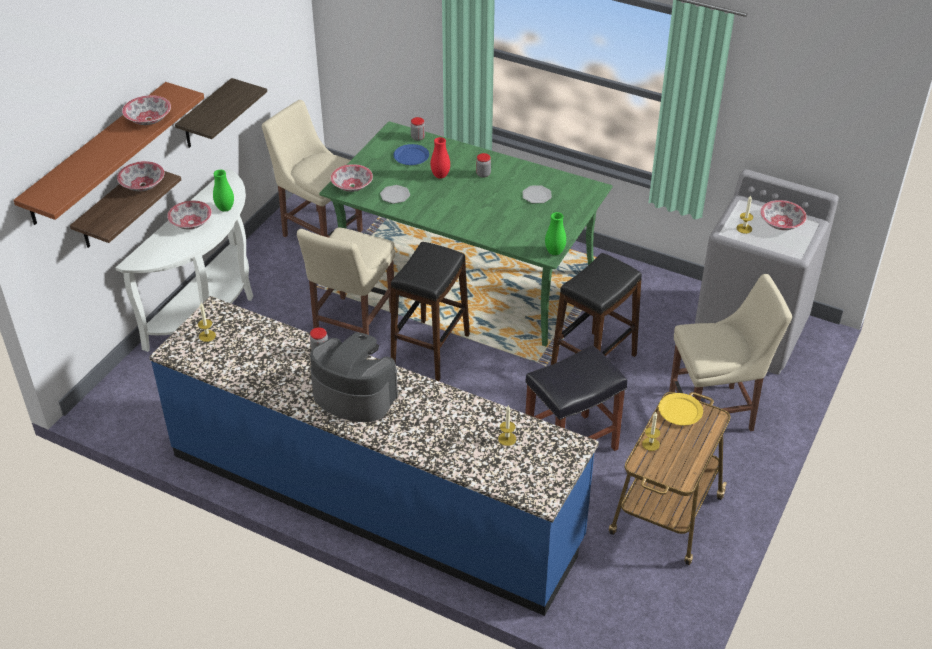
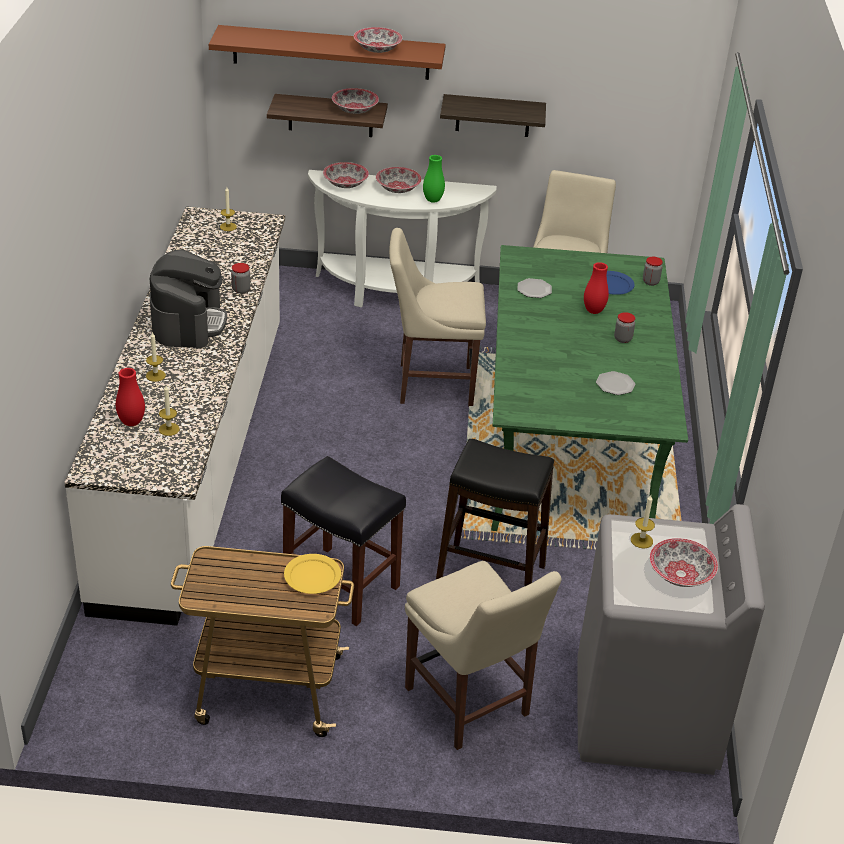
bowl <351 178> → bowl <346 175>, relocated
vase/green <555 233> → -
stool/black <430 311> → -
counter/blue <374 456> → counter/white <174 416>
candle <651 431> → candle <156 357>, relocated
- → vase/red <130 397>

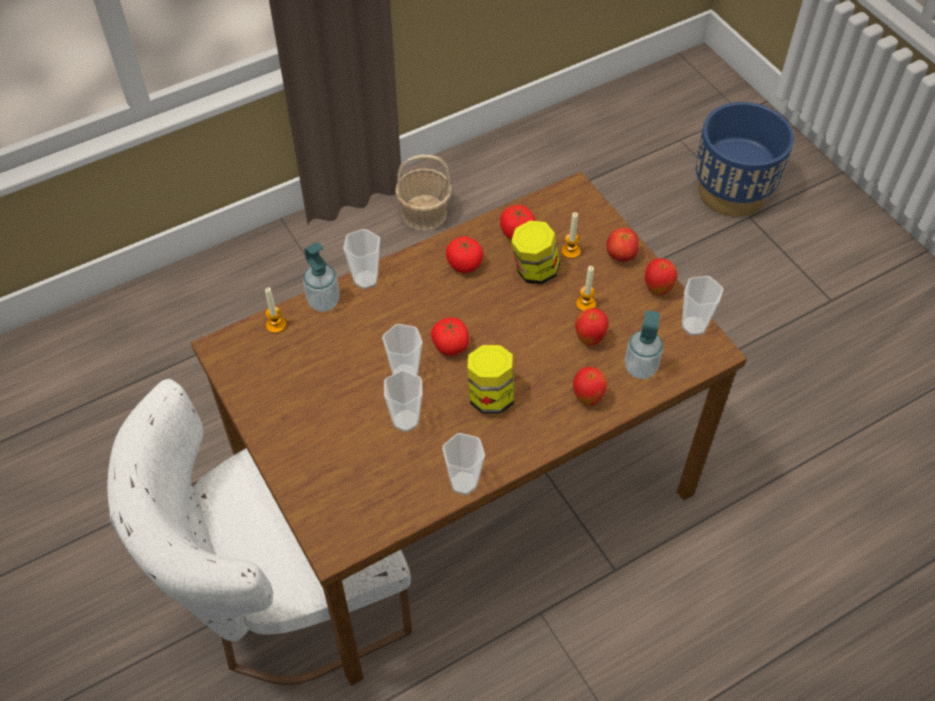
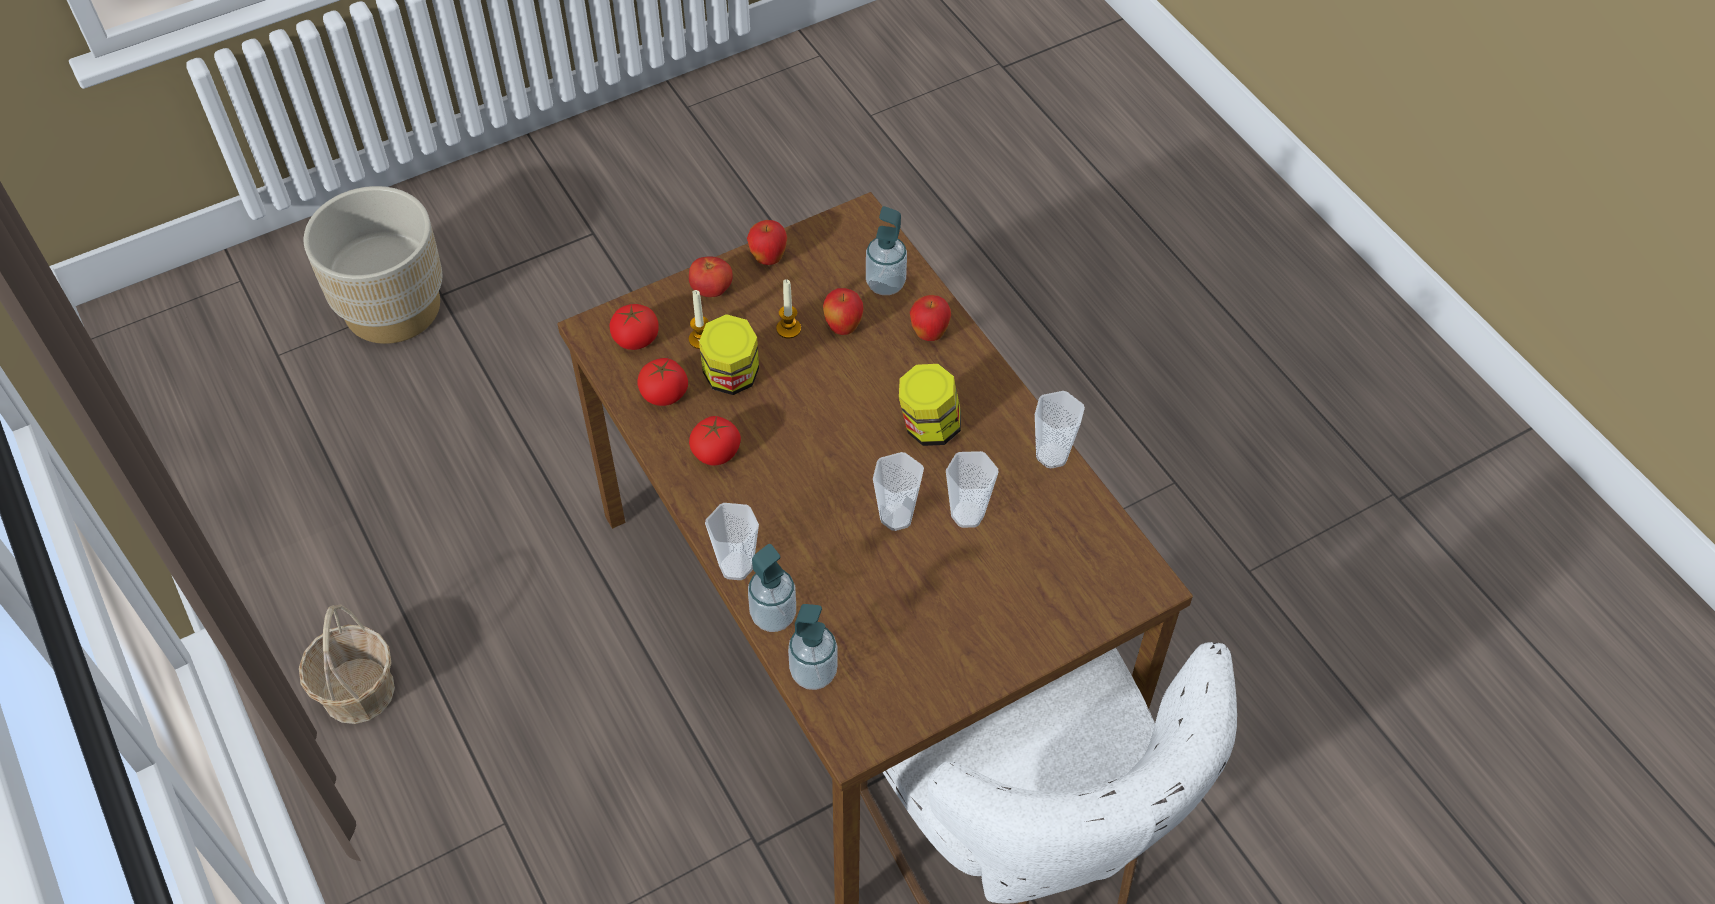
planter/blue <745 159> → planter/beige <373 265>
cup <703 306> → -
candle <275 310> → soap dispenser <813 647>
tomato <450 336> → tomato <634 327>, relocated

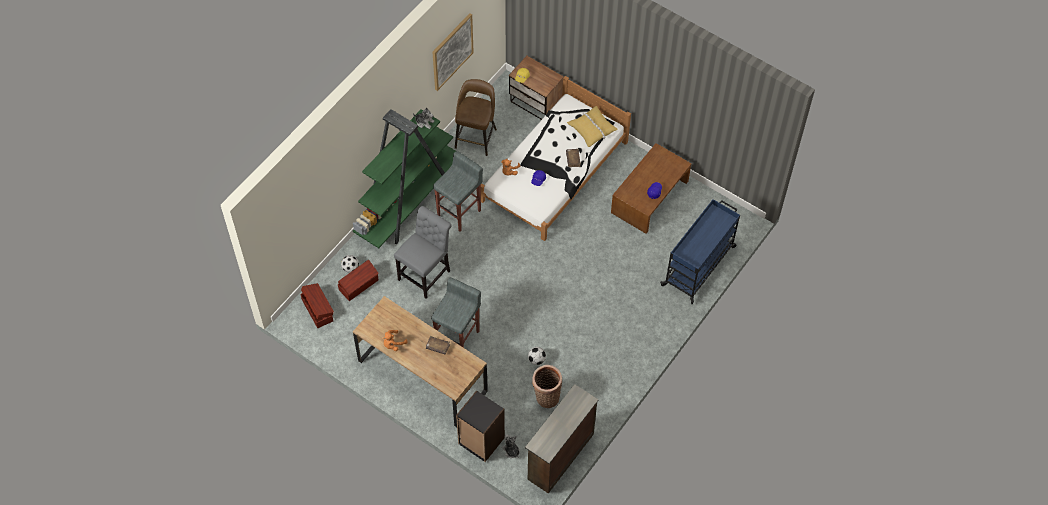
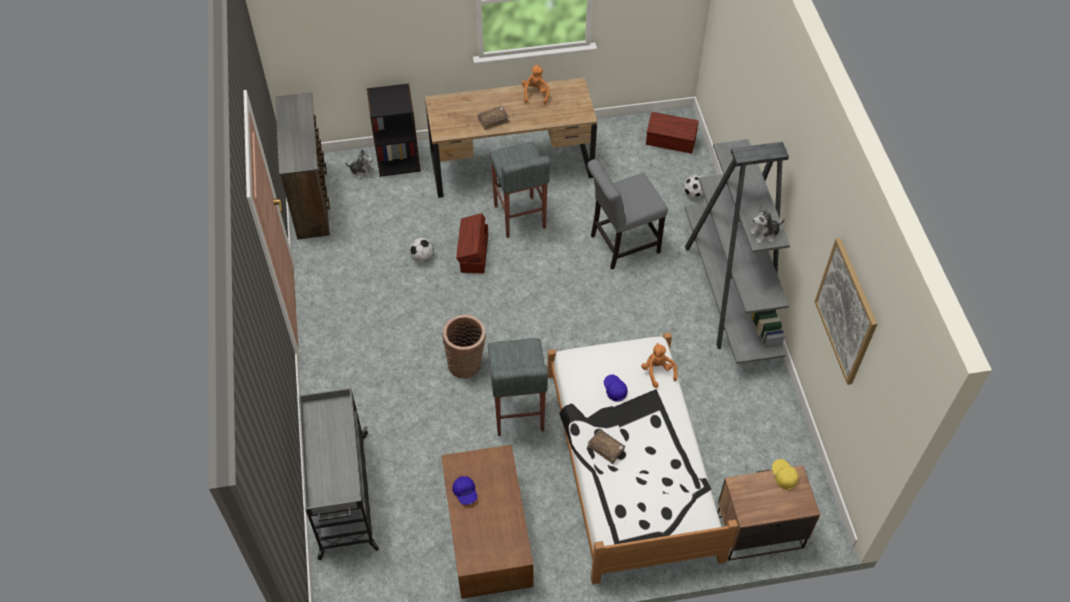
stool/brown <476 117> → -
pillow/yellow <592 126> → -
bookcase/green <404 178> → bookcase/grey <737 251>
stool/grey <458 191> → stool/grey <518 387>, relocated
cart/blue <700 251> → cart/grey <339 474>
chair/grey <423 252> → chair/grey <627 214>, 75 degrees clockwise
storage box/brown <358 280> → storage box/brown <472 243>, relocated
basket <547 386> → basket <464 347>, relocated

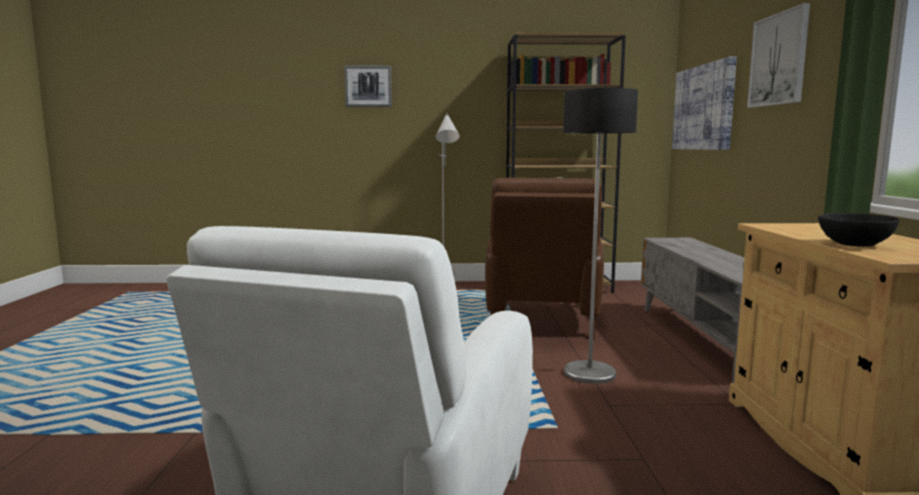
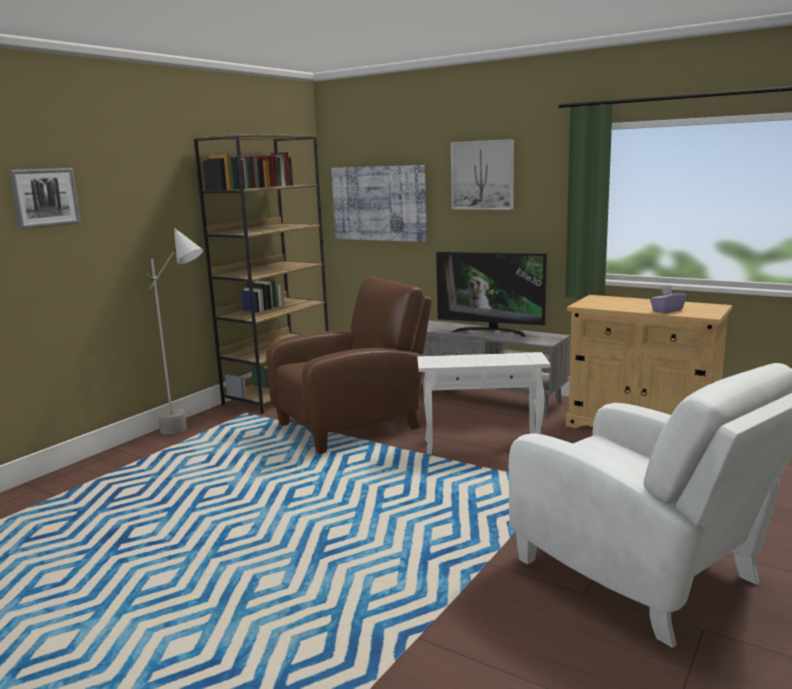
floor lamp <600 236> → side table/white <484 403>
armchair/brown <544 258> → armchair/brown <349 365>, 75 degrees counterclockwise
bowl/black <859 230> → tissue box/purple <668 299>
- → television <491 294>

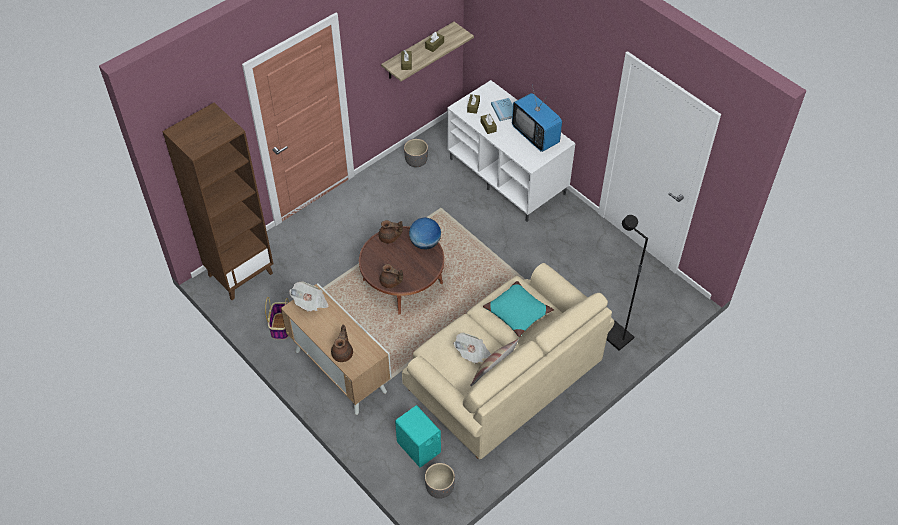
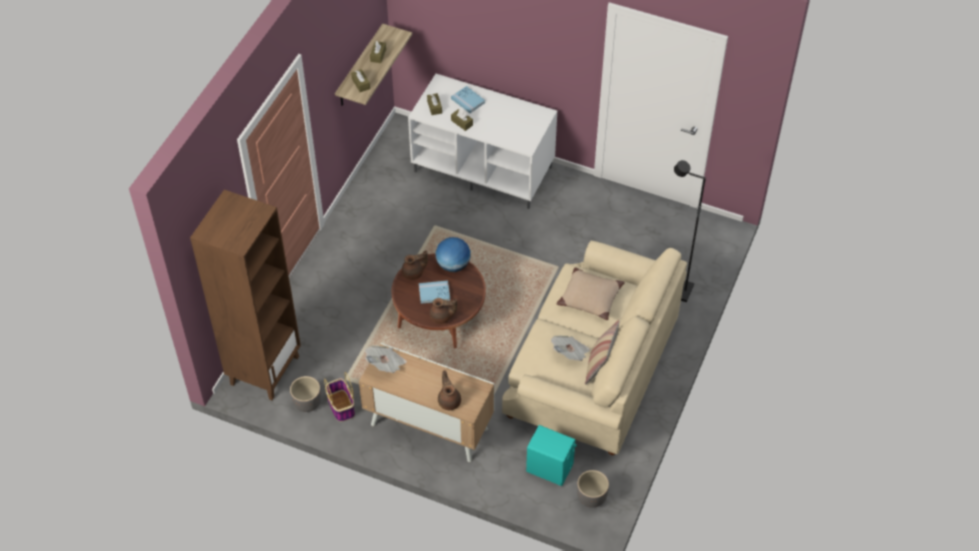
television <537 118> → -
planter/grey <416 153> → planter/grey <305 394>, relocated
pillow/turquoise <518 309> → pillow/beige <590 294>
- → book/blue <434 292>

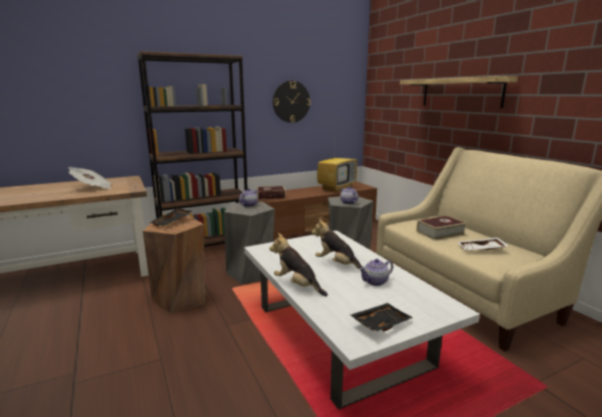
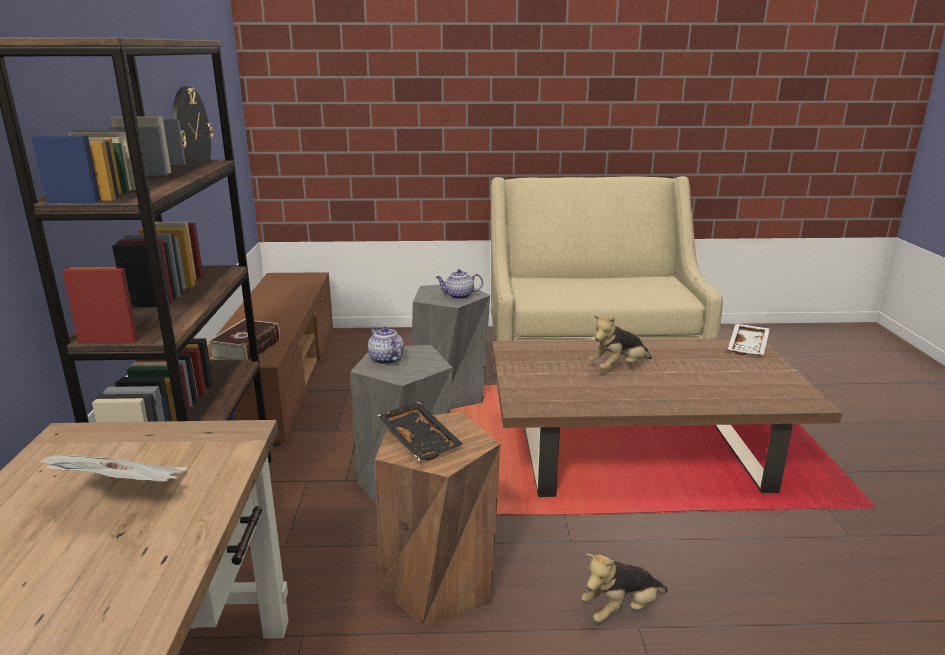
shelf <459 92> → -
television <337 169> → -
book <442 228> → -
coffee table/white <362 320> → coffee table/brown <667 417>
plush toy <298 264> → plush toy <624 588>, relocated
tray/white <483 244> → tray/white <748 339>, relocated
teapot <376 272> → -
tray/black <381 317> → -

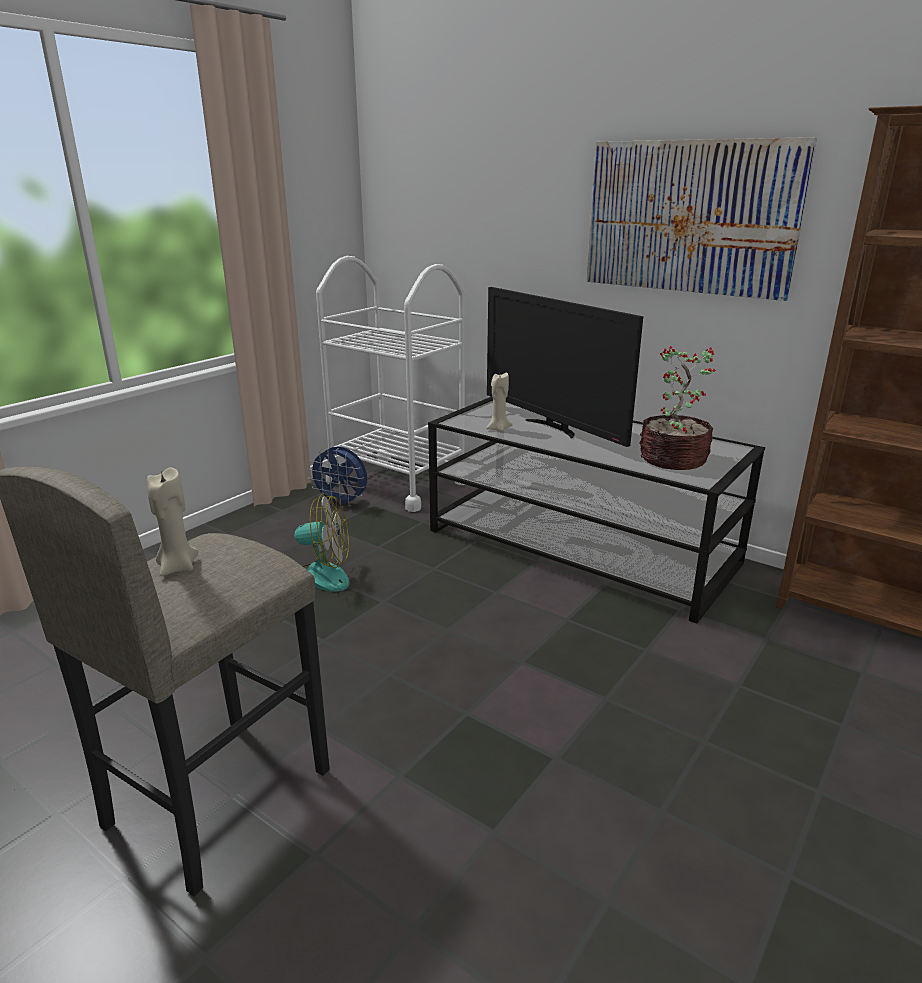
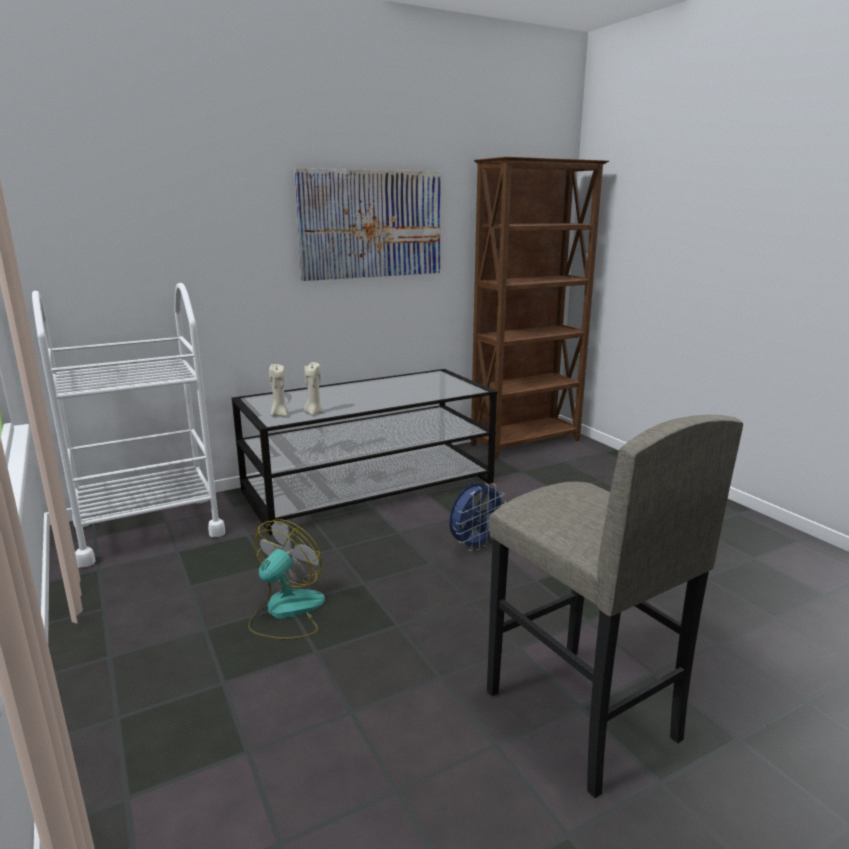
television <565 367> → -
potted plant <677 408> → -
fan/blue <337 477> → fan/blue <477 517>, relocated
candle/beige <173 522> → candle/beige <278 390>, relocated

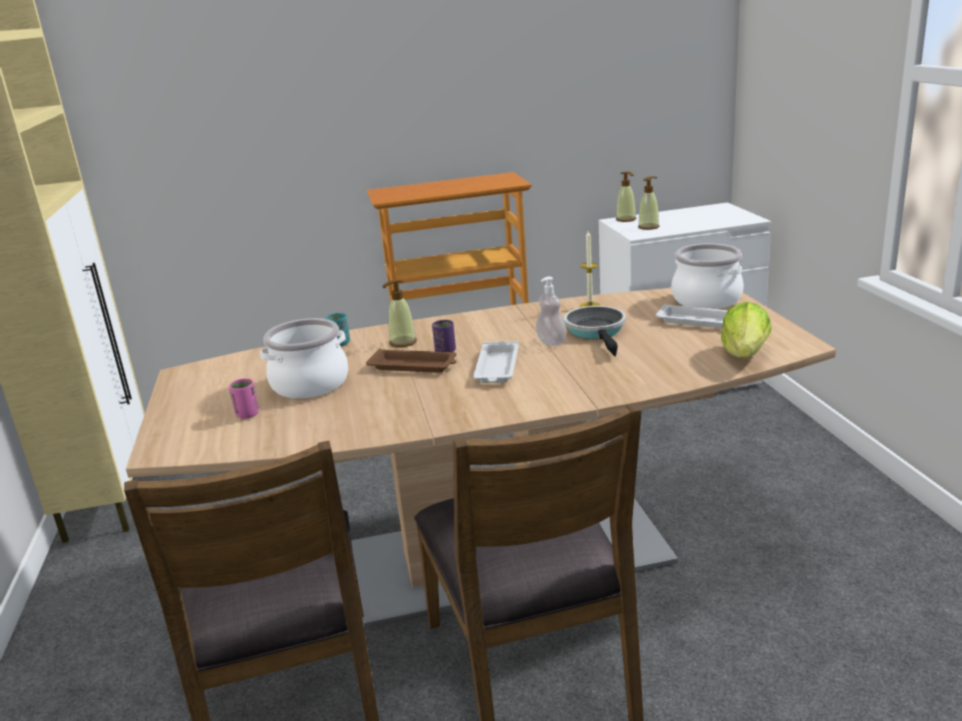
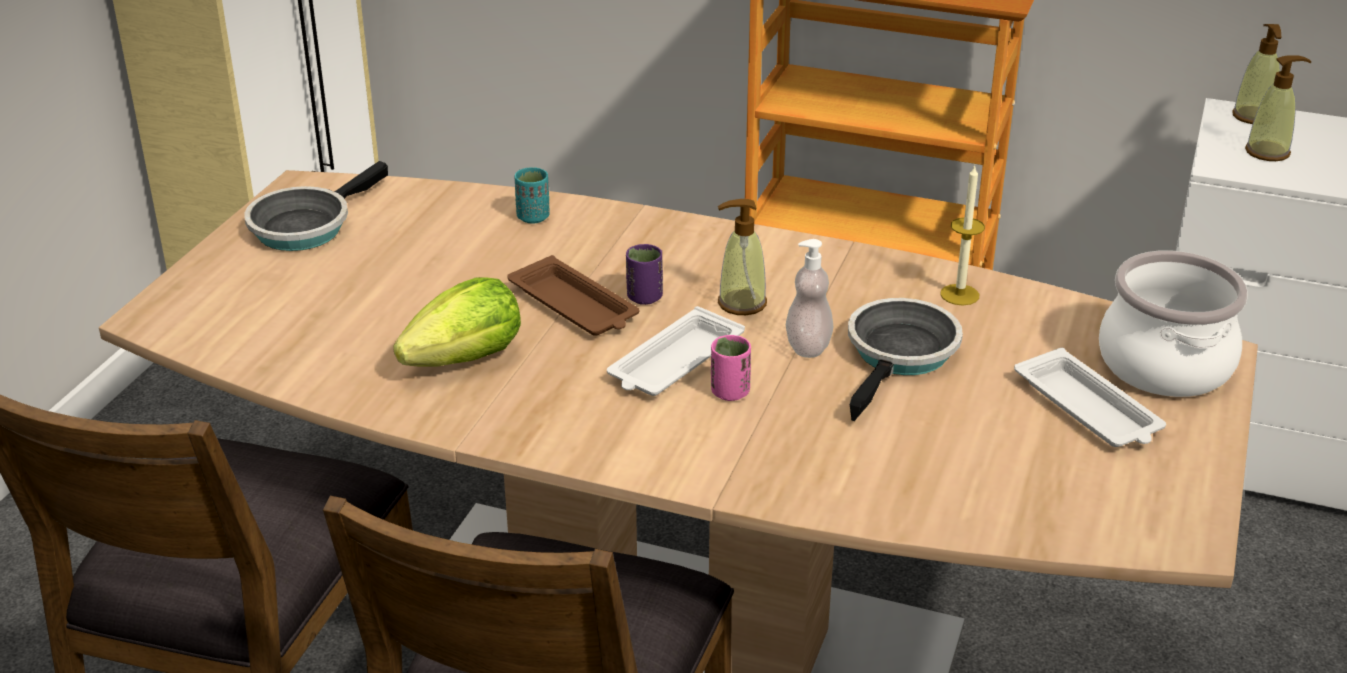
soap dispenser <399 313> → soap dispenser <742 257>, relocated
lettuce <746 330> → lettuce <457 322>, relocated
cooking pot <304 358> → -
cup/pink <244 398> → cup/pink <731 368>, relocated
- → frying pan <316 206>

